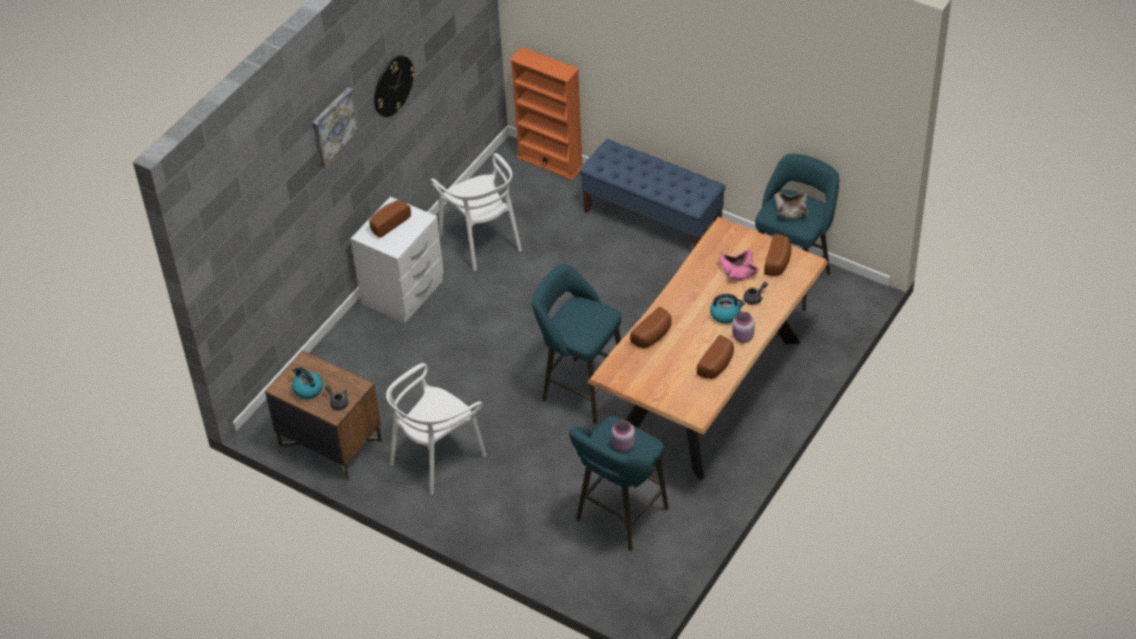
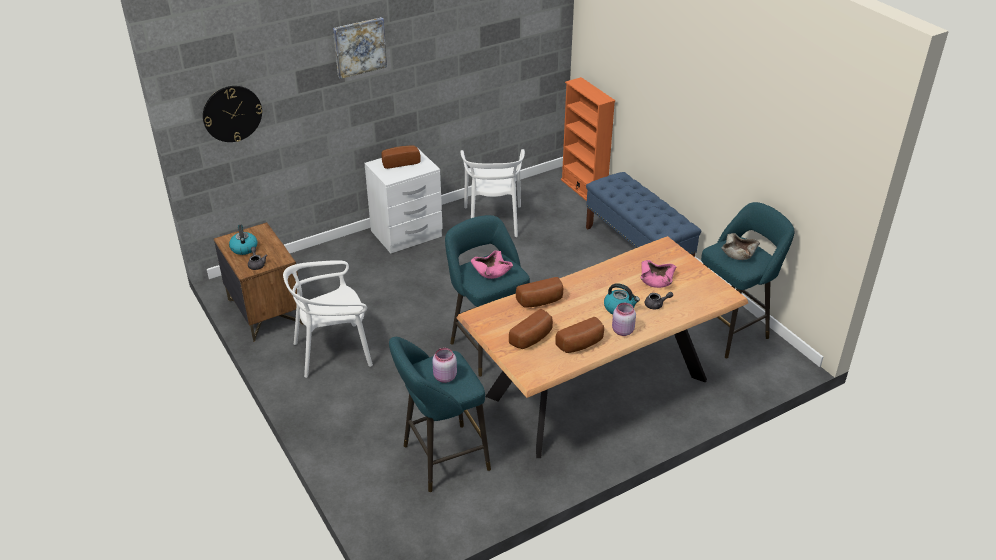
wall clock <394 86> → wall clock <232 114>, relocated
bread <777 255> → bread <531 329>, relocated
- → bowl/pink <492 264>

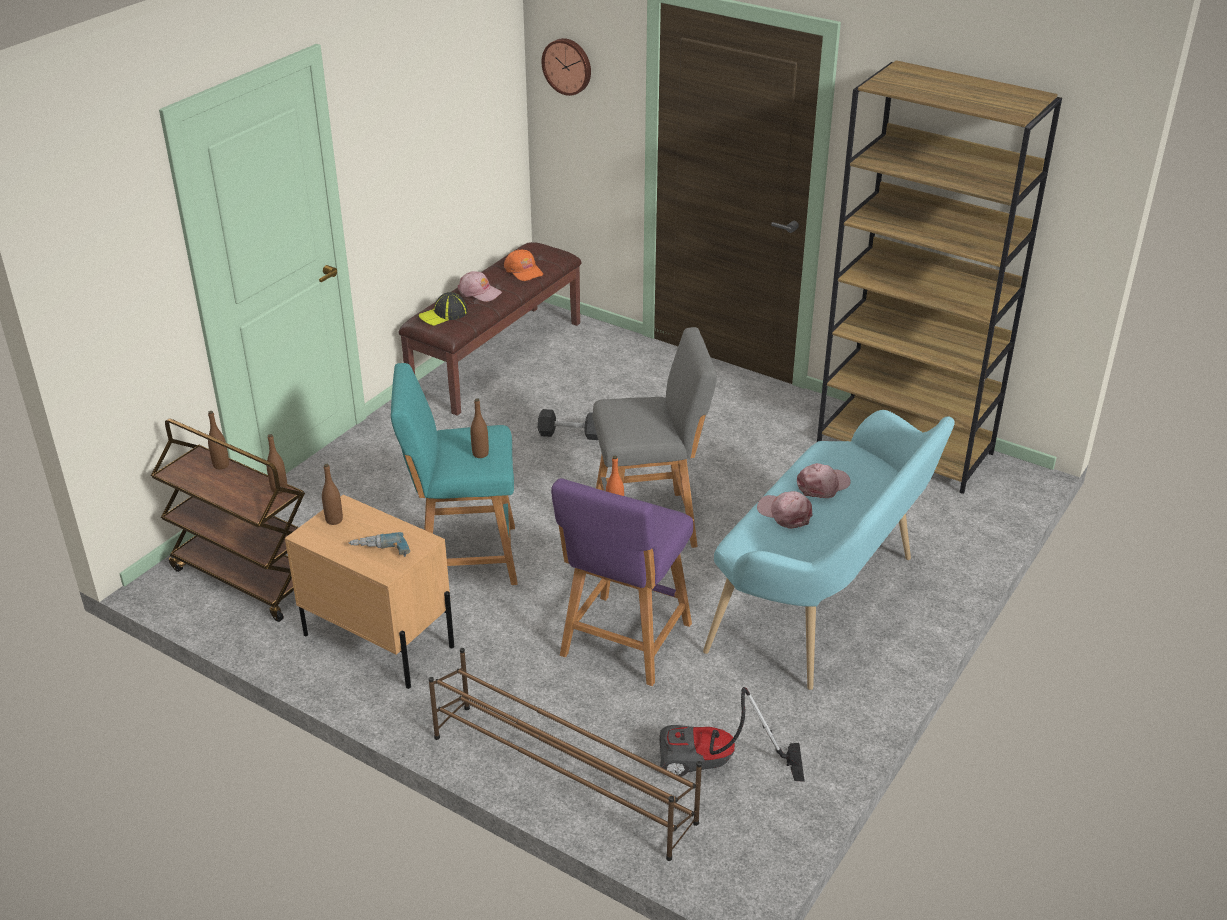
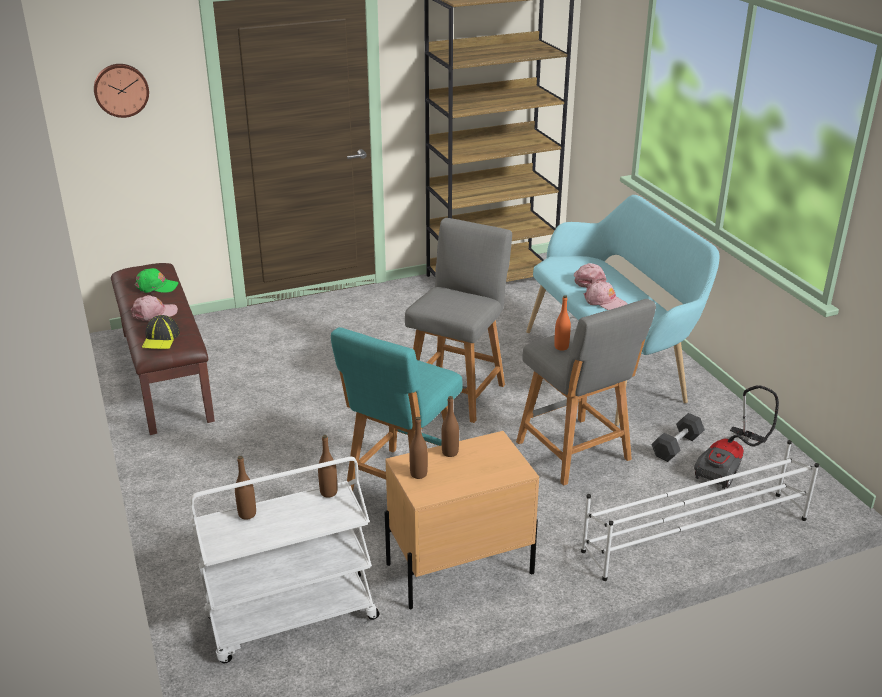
cap/orange <523 265> → cap/green <156 280>
bottle/brown <479 428> → bottle/brown <450 426>, relocated
dumbbell/black <568 424> → dumbbell/black <678 437>, relocated
cart/brown <228 520> → cart/white <285 560>
stool/purple <622 582> → stool/grey <586 392>
cap/pink <784 510> → cap/pink <605 295>, 135 degrees counterclockwise
power drill <379 544> → -
shoe rack/brown <565 754> → shoe rack/white <700 510>

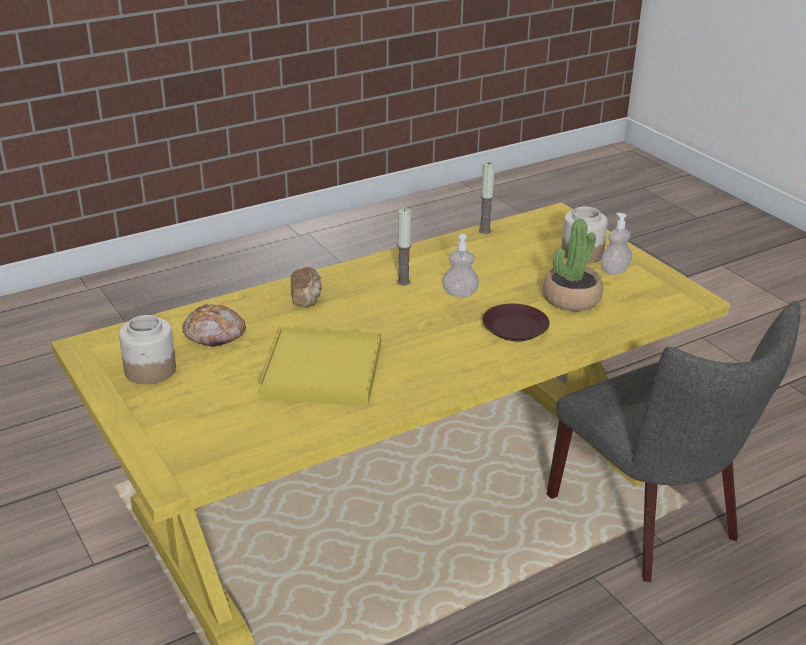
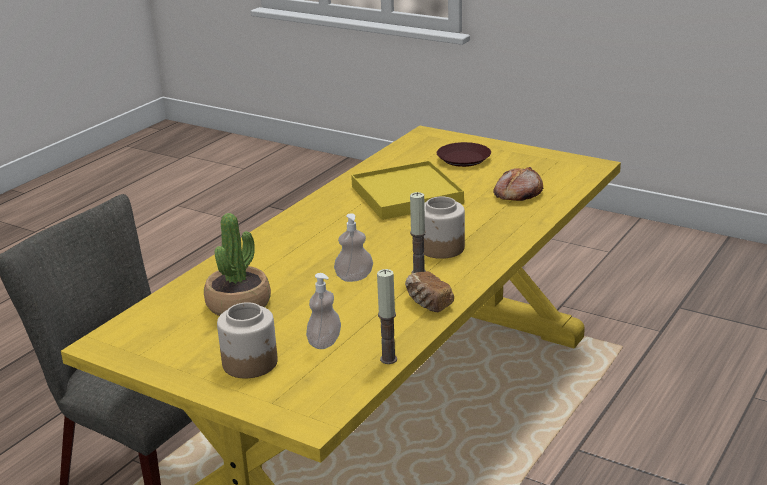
soap dispenser <616 244> → soap dispenser <323 311>, relocated
bread <306 287> → bread <429 291>, relocated
plate/brown <516 322> → plate/brown <464 154>, relocated
jar <147 349> → jar <444 228>, relocated

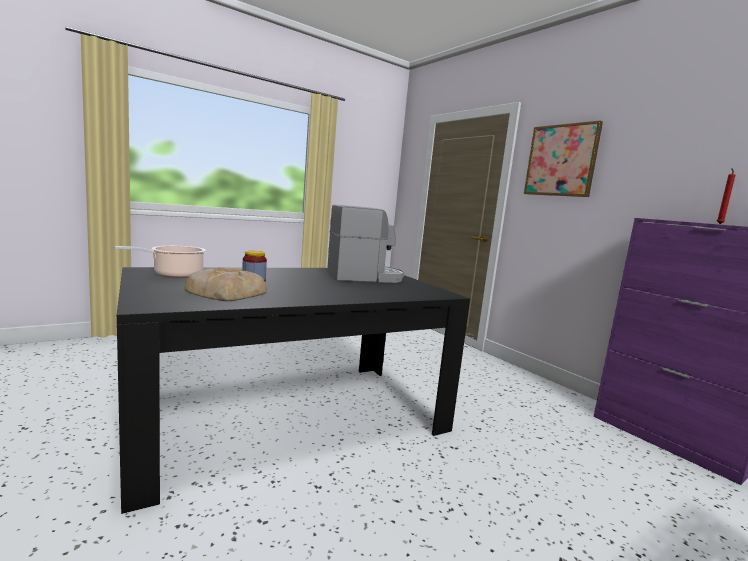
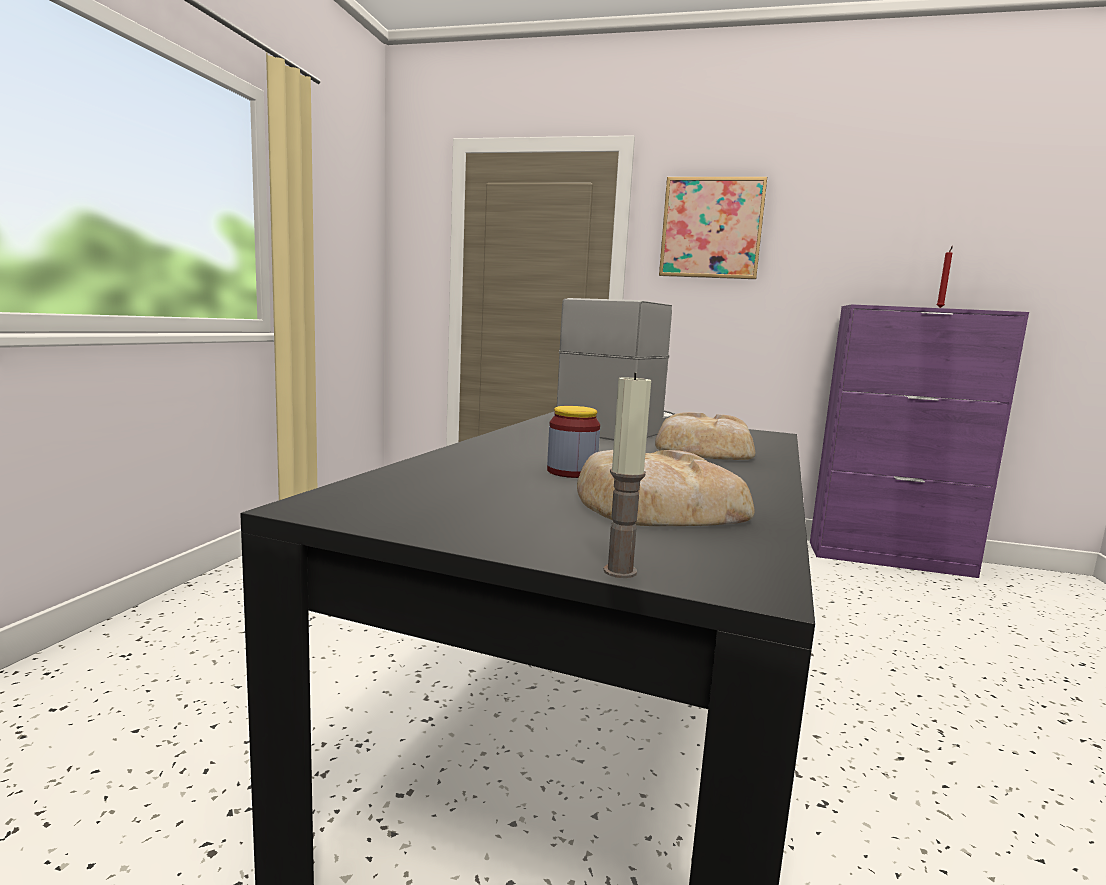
cooking pot <160 262> → -
- → candle <627 475>
- → bread <705 436>

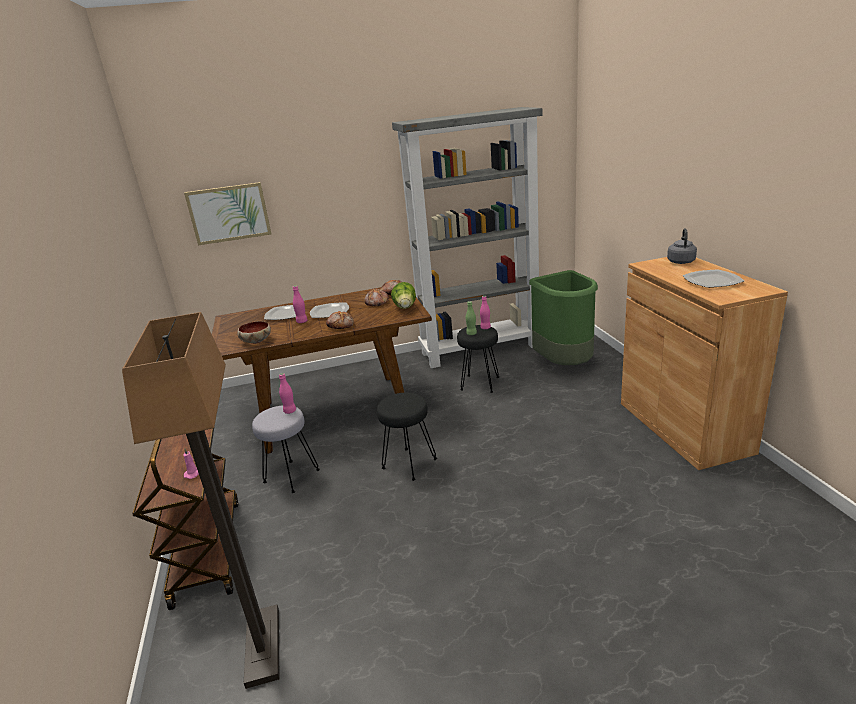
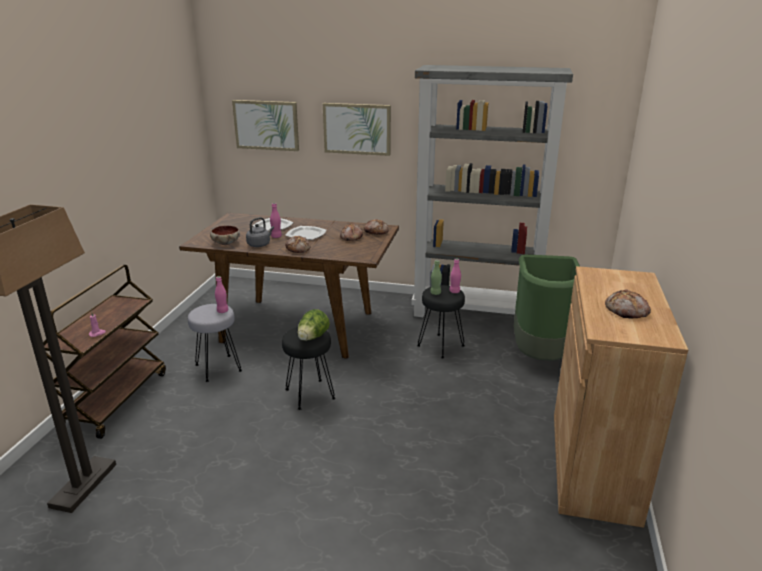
kettle/grey <682 246> → kettle/grey <260 232>, relocated
plate <713 278> → bread <628 303>
lettuce <403 295> → lettuce <313 325>, relocated
- → picture <357 129>

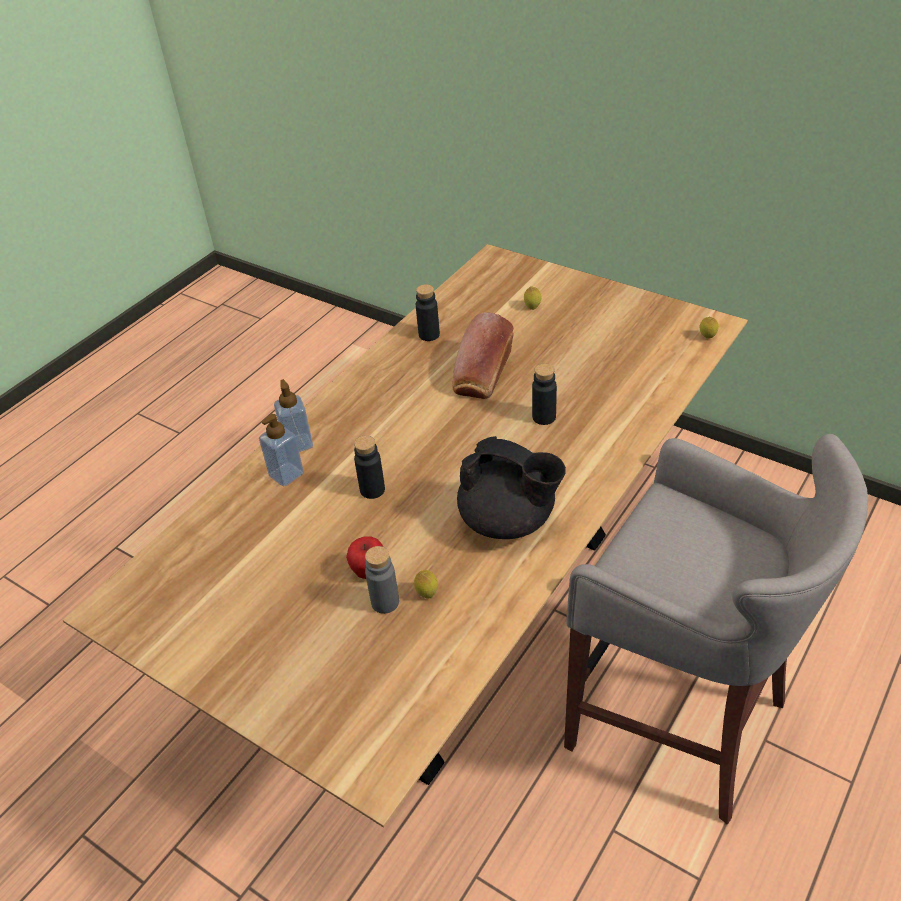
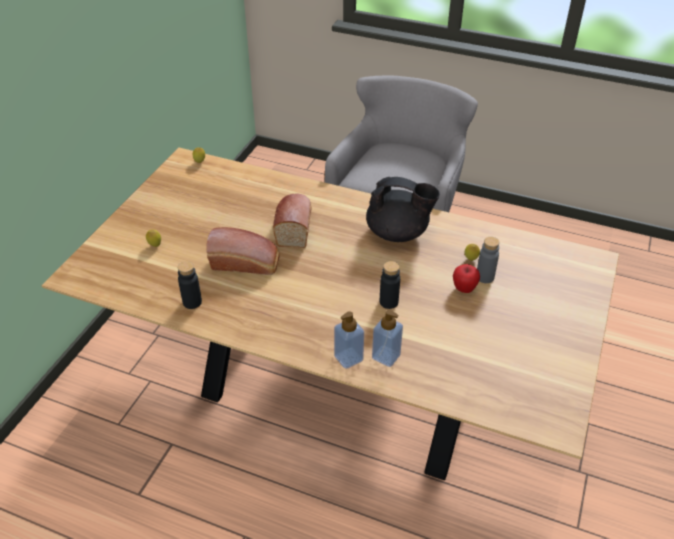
bottle/black <544 394> → bread <292 220>
teapot/black <511 487> → teapot/black <403 209>, 90 degrees clockwise

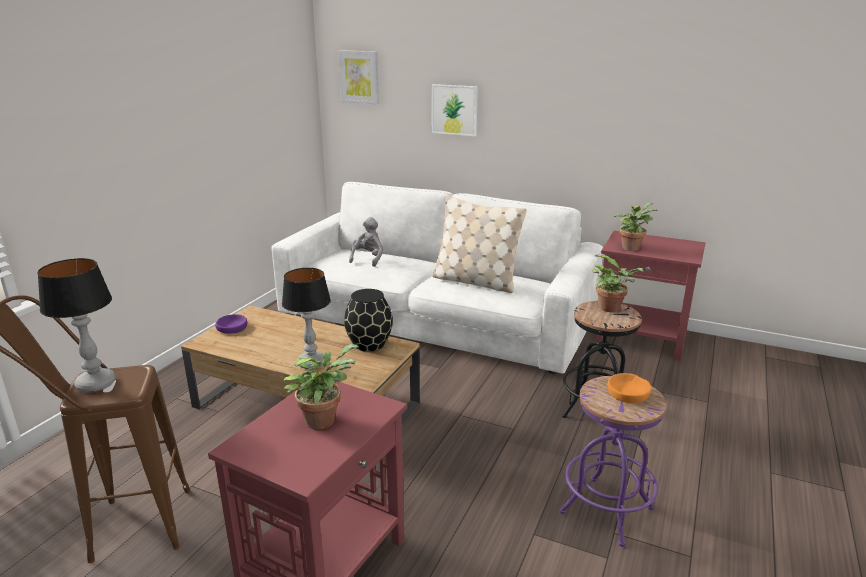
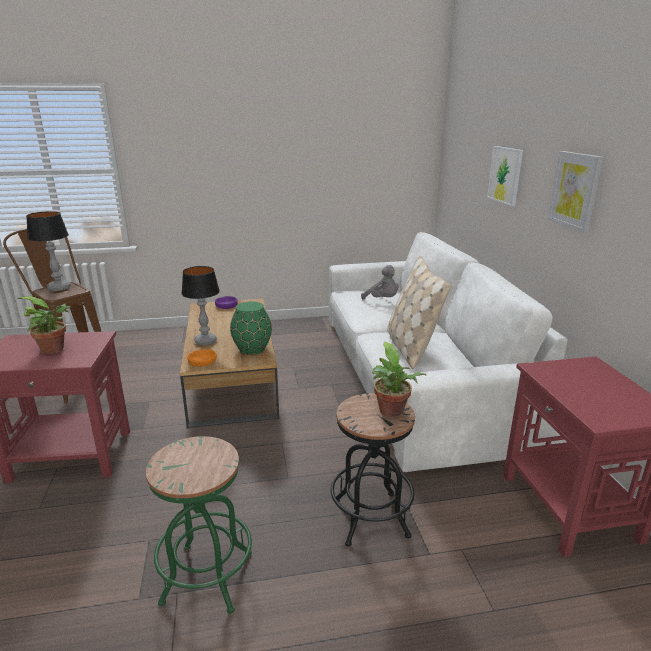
picture <358 77> → picture <576 192>, relocated
potted plant <635 226> → -
plush toy/grey <366 242> → plush toy/grey <380 282>, 60 degrees clockwise
vase/black <368 320> → vase/green <251 328>
bowl/orange <629 388> → bowl/orange <202 358>, relocated
stool/purple <613 461> → stool/green <199 525>

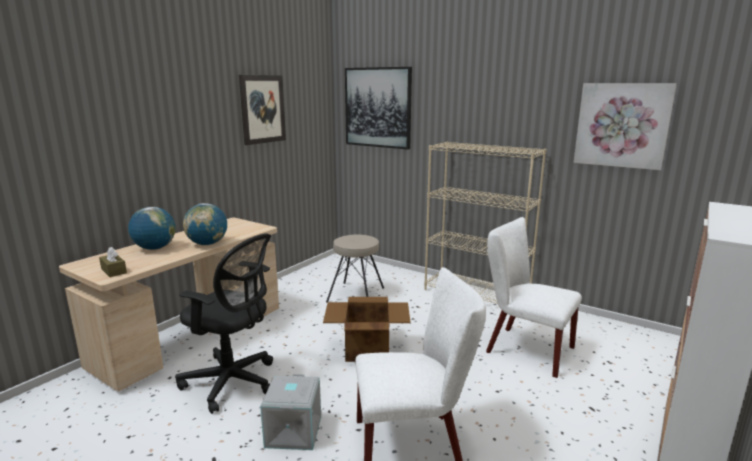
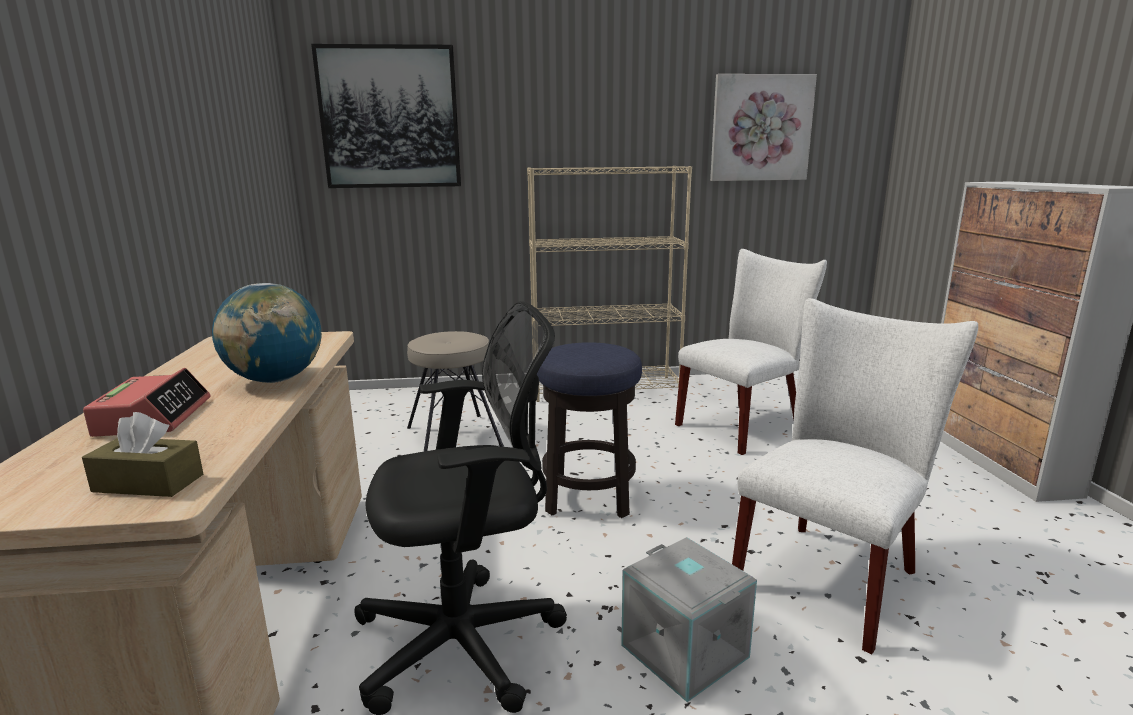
picture <262 110> → -
globe <152 228> → alarm clock <147 402>
chair/white <534 297> → chair/white <751 352>, 150 degrees clockwise
cardboard box <367 329> → stool <589 430>

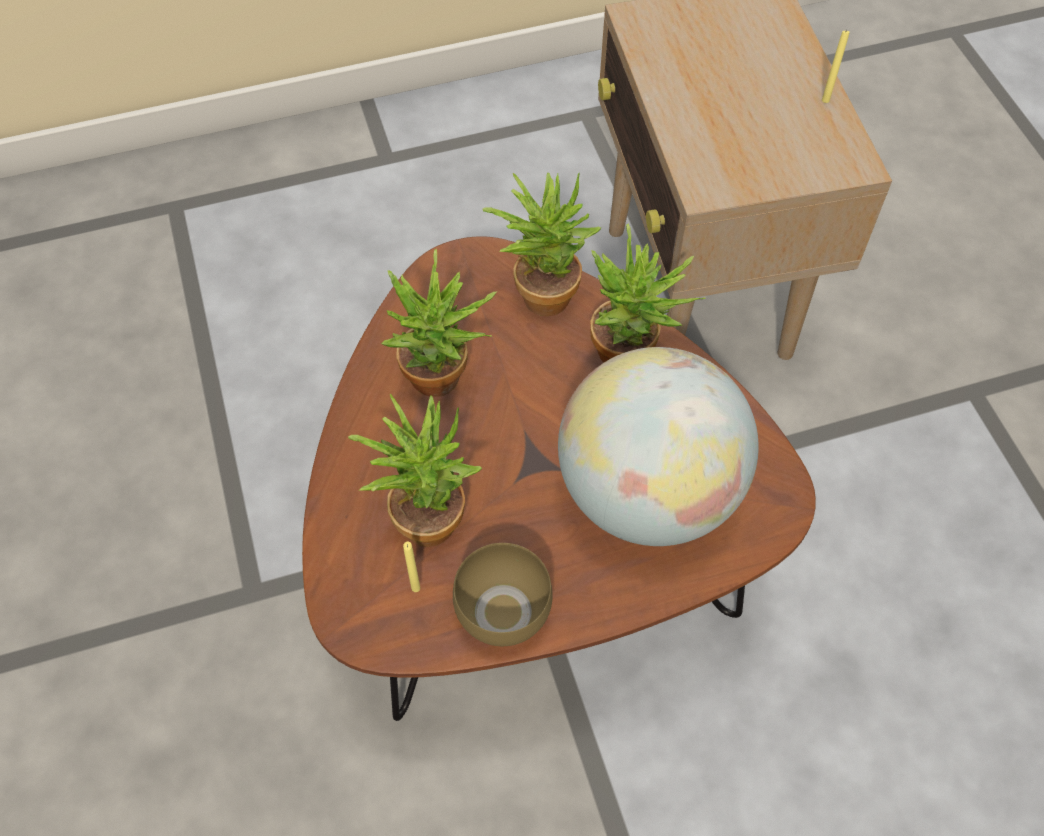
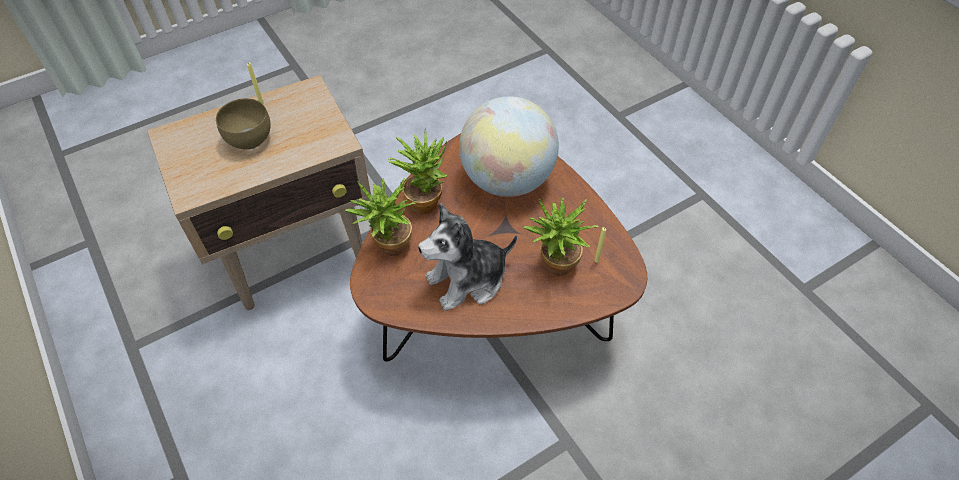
potted plant <439 323> → plush toy <467 257>
bowl/brown <503 594> → bowl/brown <243 124>, relocated

